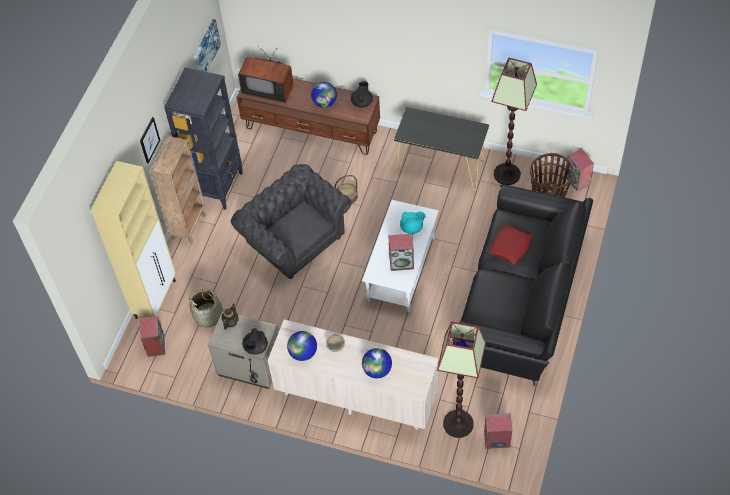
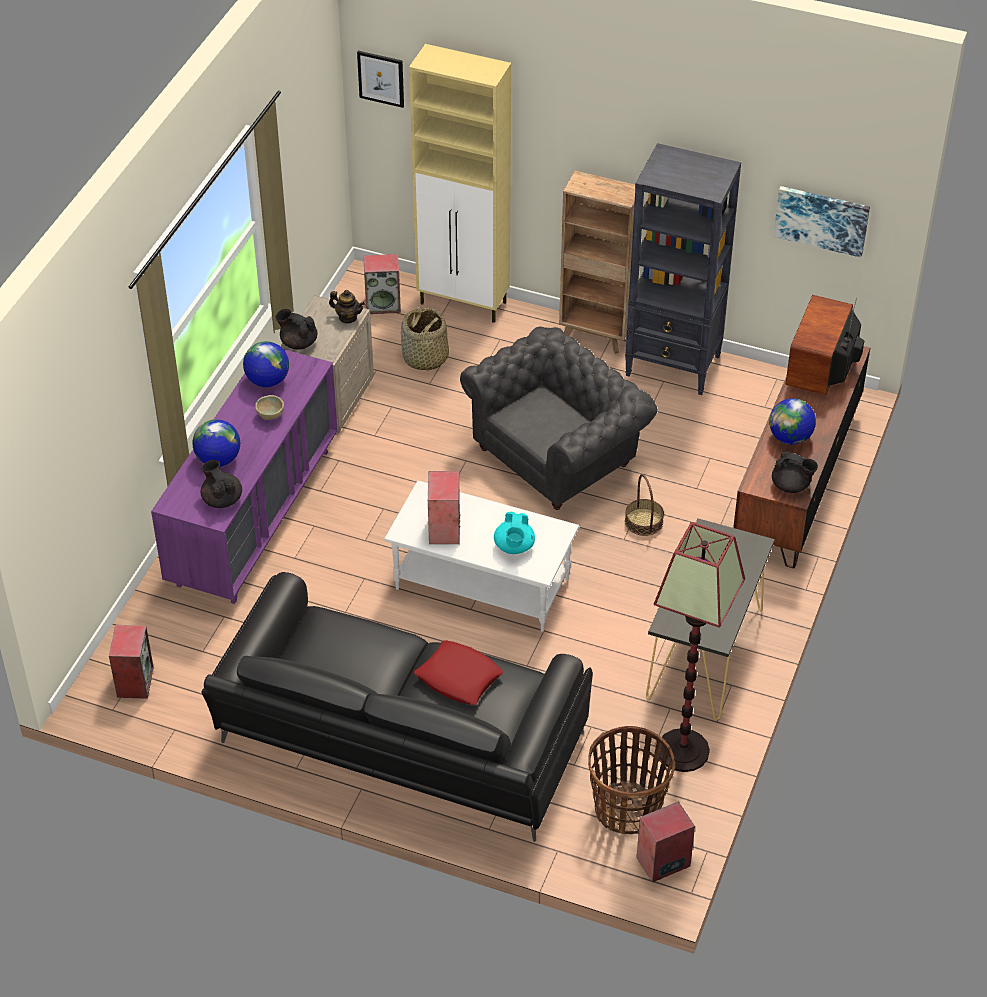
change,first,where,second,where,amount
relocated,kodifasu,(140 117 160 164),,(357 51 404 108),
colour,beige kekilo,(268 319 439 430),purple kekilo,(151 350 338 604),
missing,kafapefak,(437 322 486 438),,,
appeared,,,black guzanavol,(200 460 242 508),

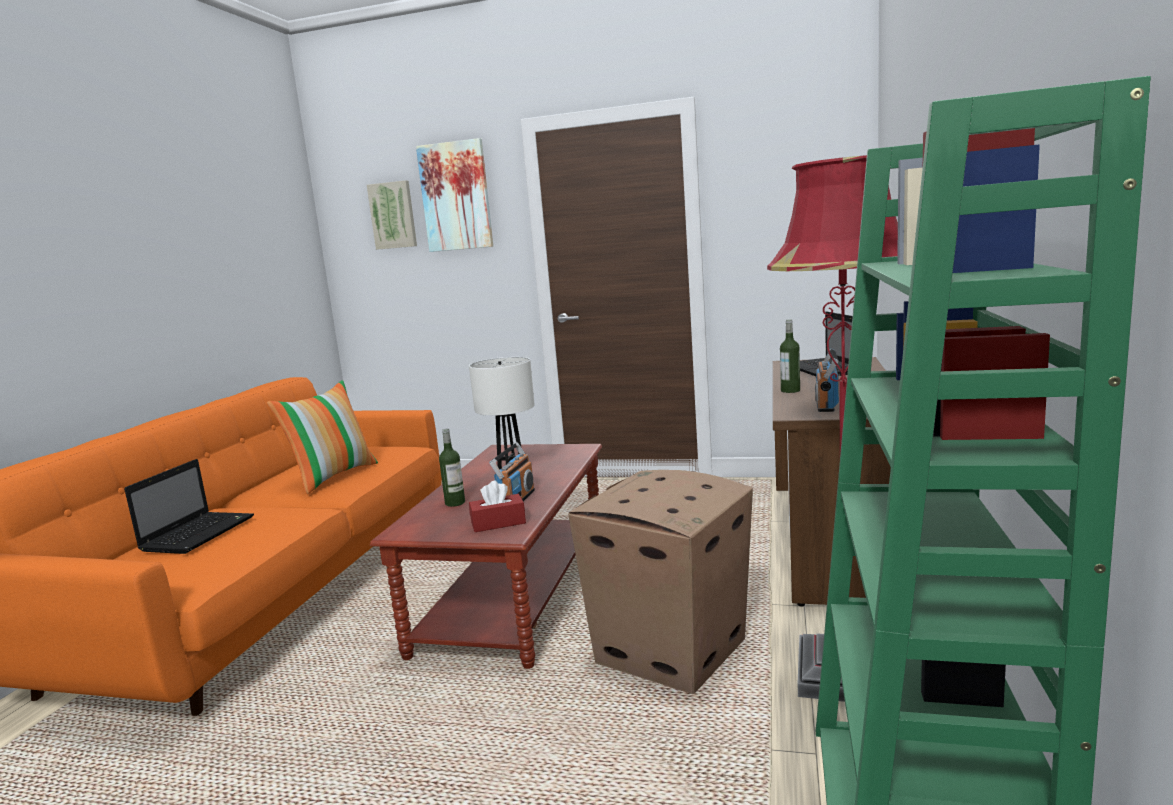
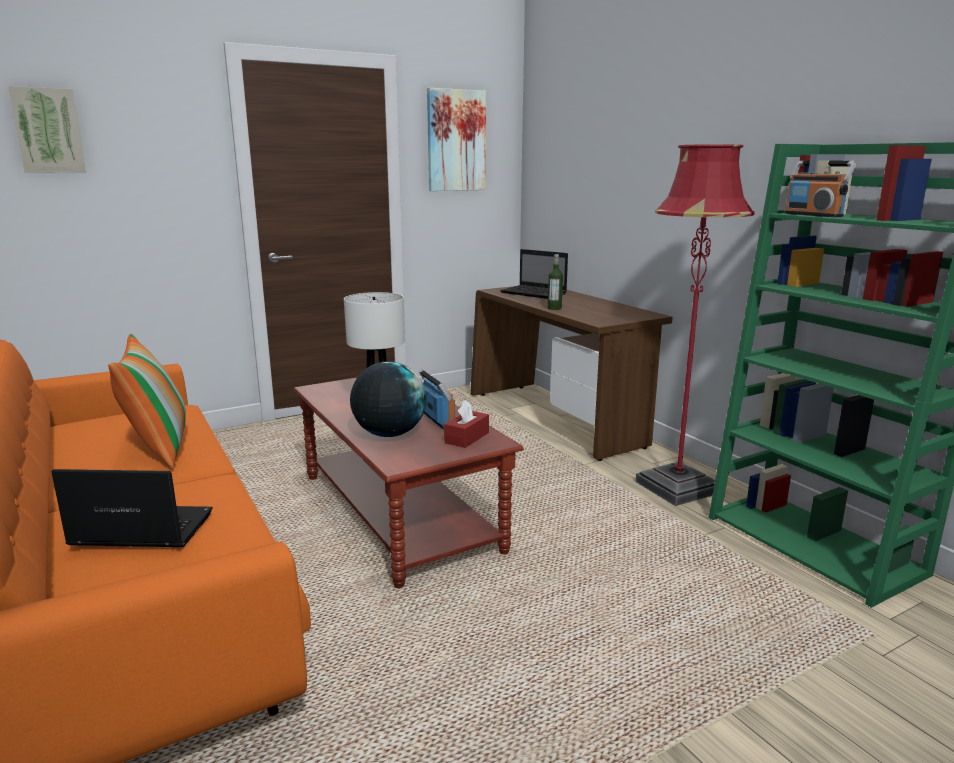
change,first,where,second,where,amount
spun,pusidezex,(124 459 254 554),,(51 469 213 547),60 degrees counterclockwise
relocated,kodifasu,(416 138 493 252),,(427 88 486 191),
exchanged,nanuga,(439 428 465 507),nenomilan,(350 361 426 437),
missing,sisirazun,(568 470 753 694),,,
relocated,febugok,(815 349 839 412),,(784 161 856 217),

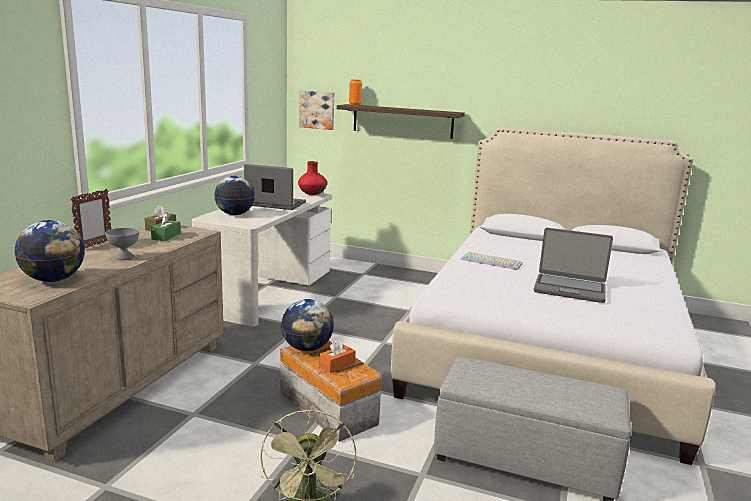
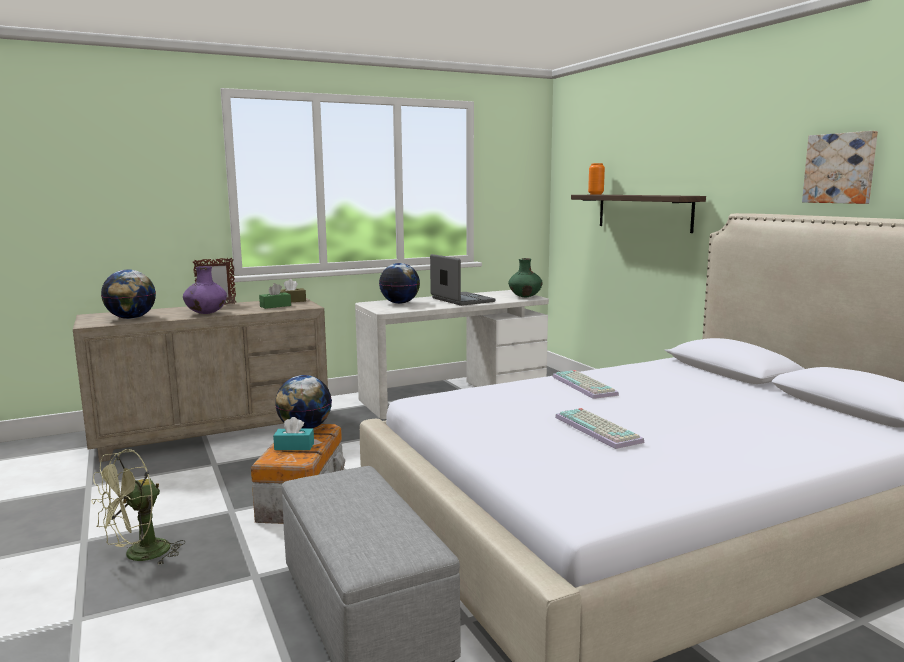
change,first,where,second,where,amount
exchanged,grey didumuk,(105 228 139 260),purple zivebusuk,(183 266 227 314),
colour,red zivebusuk,(298 161 327 195),green zivebusuk,(508 258 543 297),
relocated,kodifasu,(299 90 334 130),,(802 131 878 204),
colour,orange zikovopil,(319 339 355 373),turquoise zikovopil,(273 417 314 450),
exchanged,pusidezex,(534 228 613 303),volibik,(555 408 644 449),

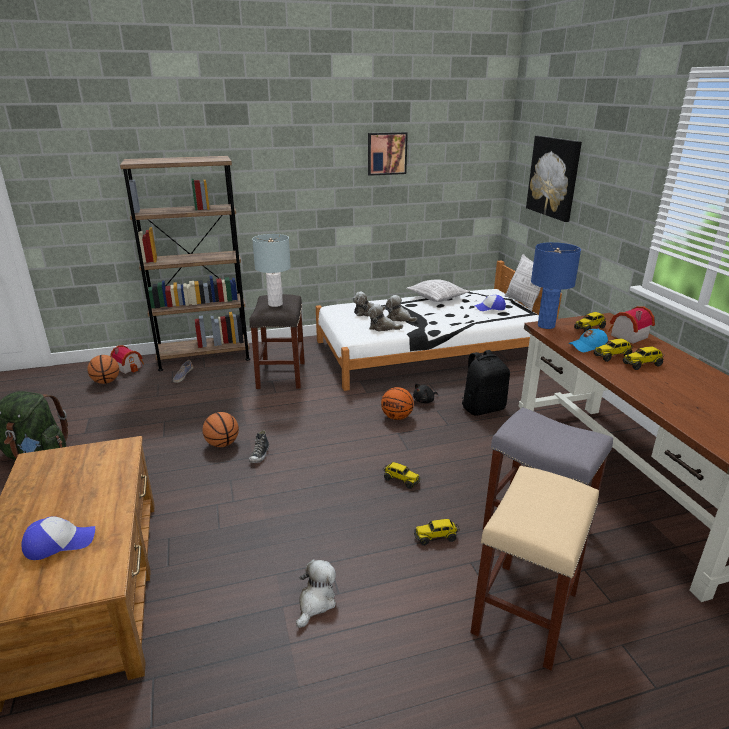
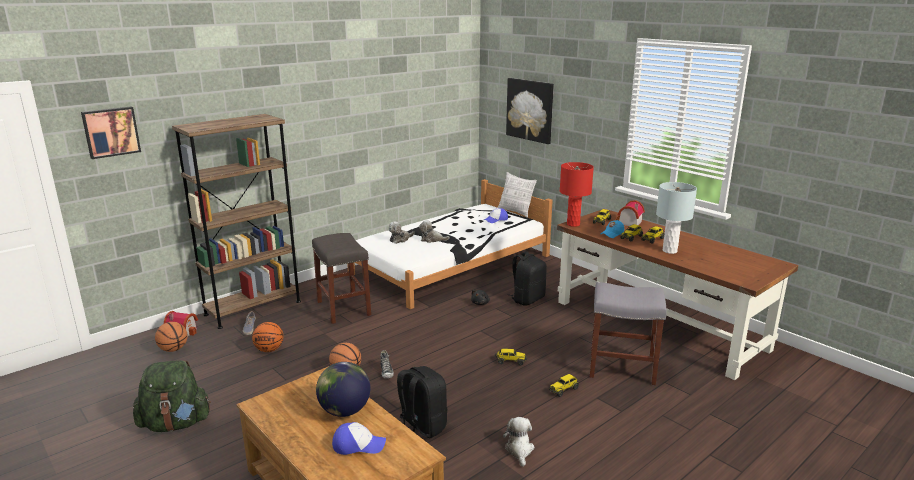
change,first,where,second,where,amount
spun,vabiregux,(21 516 95 560),,(332 422 386 455),45 degrees clockwise
relocated,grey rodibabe,(252 234 291 307),,(656 182 697 254),
relocated,kodifasu,(368 132 408 176),,(81 106 141 159),
missing,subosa,(368 304 403 331),,,
relocated,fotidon,(381 387 414 420),,(252 322 283 352),
missing,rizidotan,(406 279 470 302),,,
missing,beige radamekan,(470 466 599 671),,,
colour,blue rodibabe,(531 242 581 329),red rodibabe,(560 162 594 227),
appeared,,,nenomilan,(316 362 370 417),
appeared,,,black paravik,(397 366 447 438),

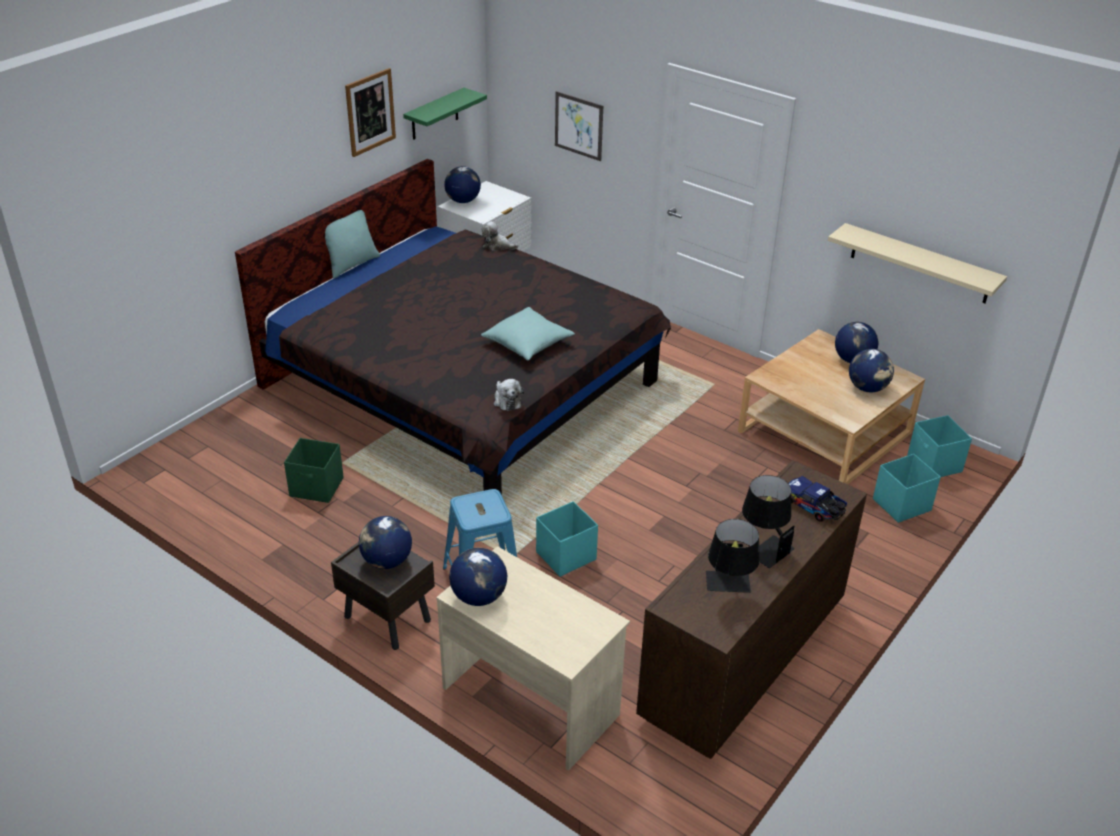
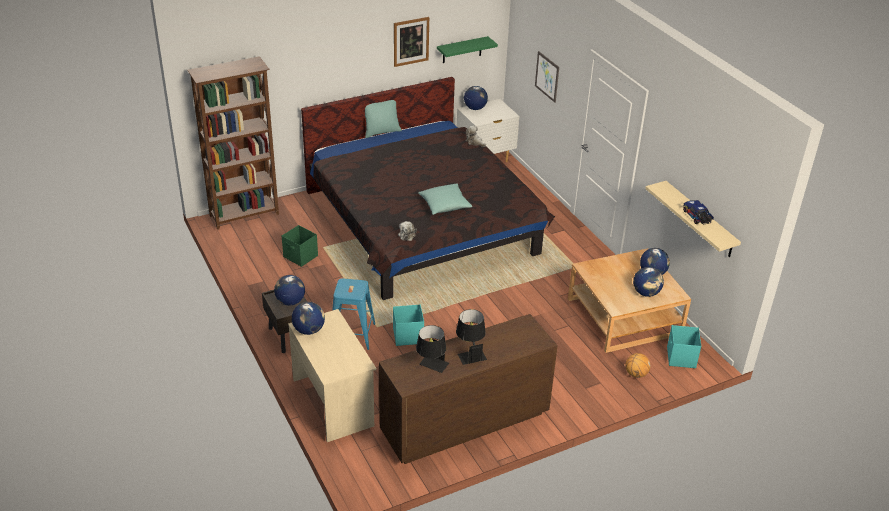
change,first,where,second,where,amount
relocated,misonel,(788 476 847 521),,(683 200 714 225),
exchanged,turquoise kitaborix,(873 454 941 523),fotidon,(626 353 650 378),
appeared,,,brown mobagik,(187 56 279 230),

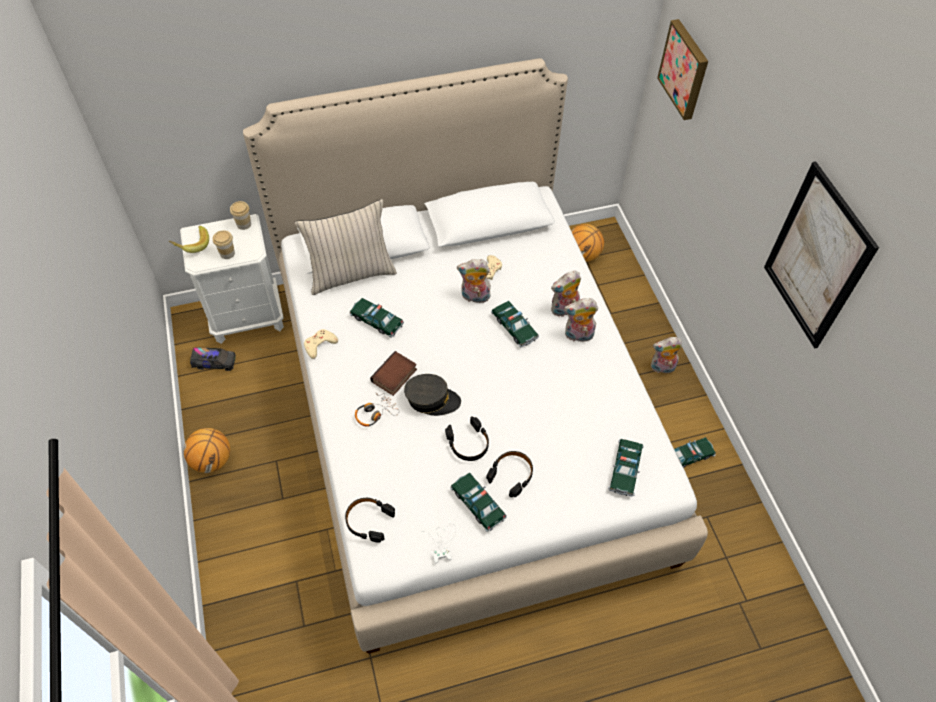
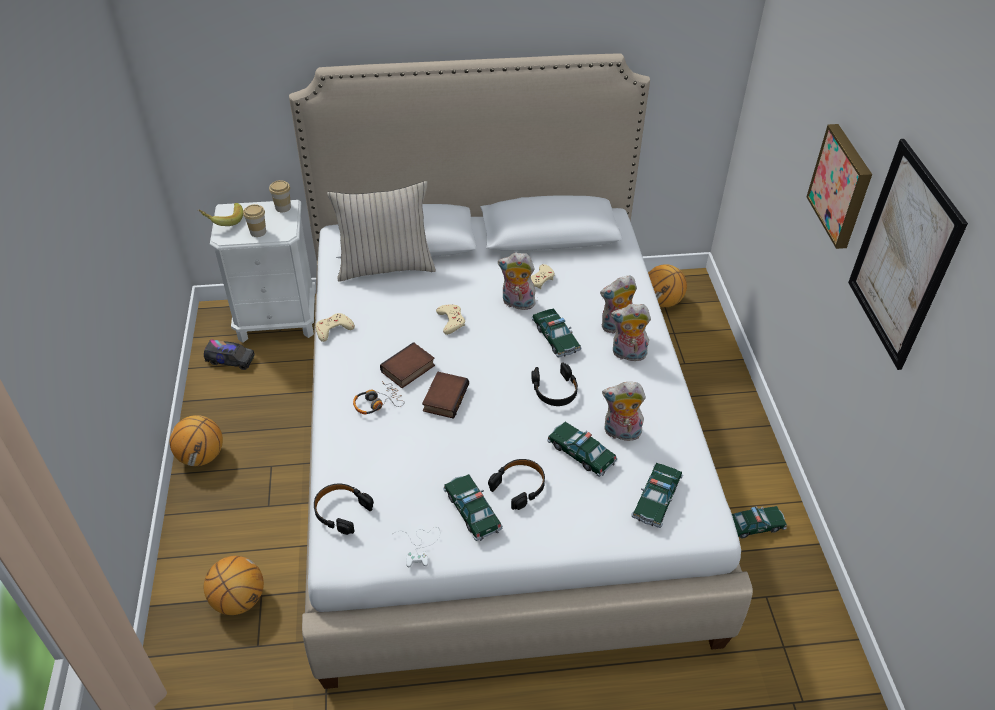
change,first,where,second,where,amount
relocated,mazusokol,(349 298 404 338),,(547 422 617 477),
exchanged,grey vabiregux,(404 374 461 416),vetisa,(422 372 469 419),
relocated,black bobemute,(445 416 489 461),,(531 362 578 406),
relocated,subosa,(651 337 682 373),,(602 382 646 444),
relocated,kodifasu,(657 19 708 120),,(806 124 872 249),
appeared,,,fotidon,(204 556 264 615),
appeared,,,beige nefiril,(436 305 465 335),

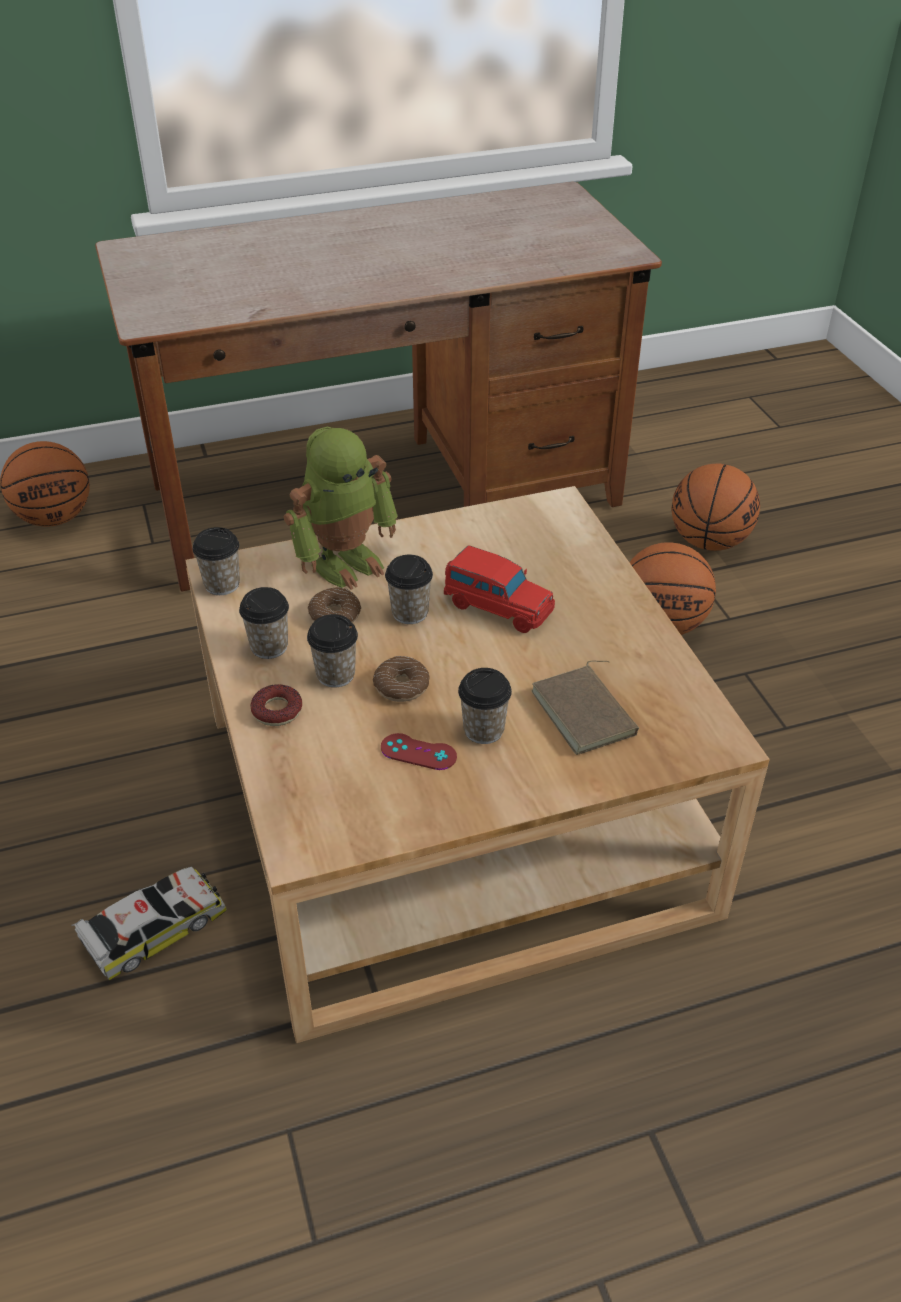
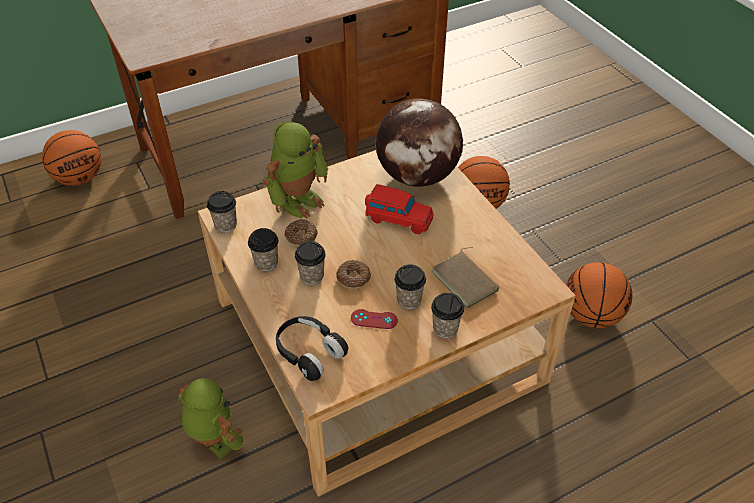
change,first,where,second,where,amount
exchanged,mazusokol,(71 867 227 980),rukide,(178 378 244 459),
missing,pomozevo,(250 684 302 726),,,
relocated,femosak,(385 555 433 624),,(431 293 464 338),
relocated,fotidon,(672 464 760 551),,(566 262 632 328),
appeared,,,black bobemute,(276 316 348 381),
appeared,,,nenomilan,(376 99 463 187),

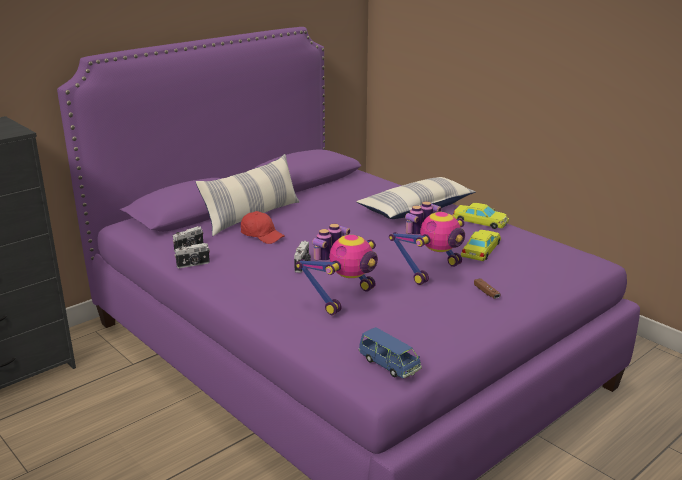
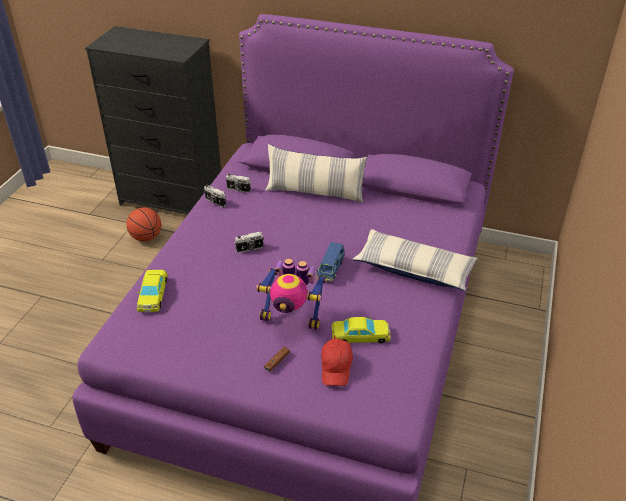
change,first,where,second,where,amount
relocated,red vabiregux,(241 211 285 244),,(321 338 353 386),
missing,rukide,(296 224 378 315),,,
relocated,blue mazusokol,(358 327 422 378),,(316 242 345 281),
relocated,yellow mazusokol,(452 203 509 229),,(137 270 168 312),
appeared,,,fotidon,(126 207 161 242),

